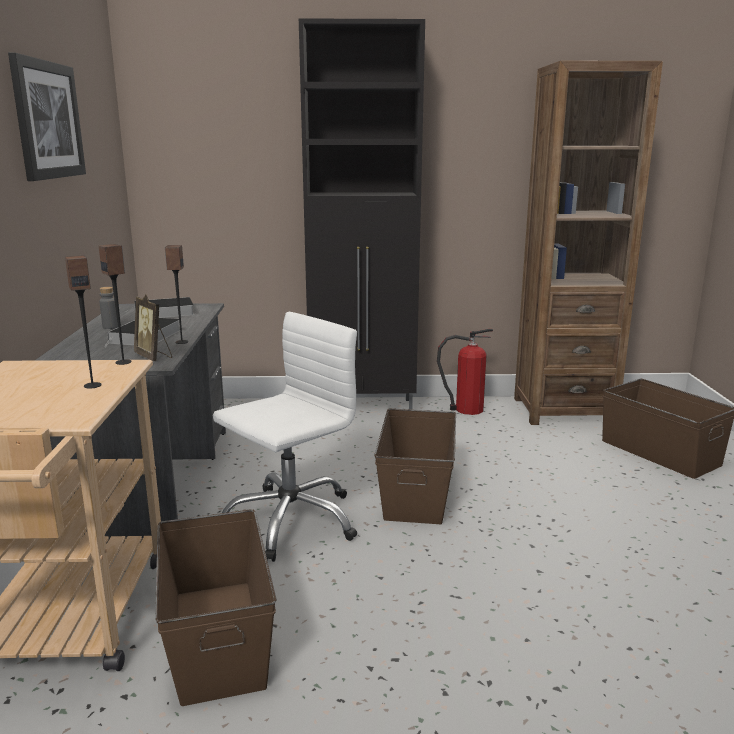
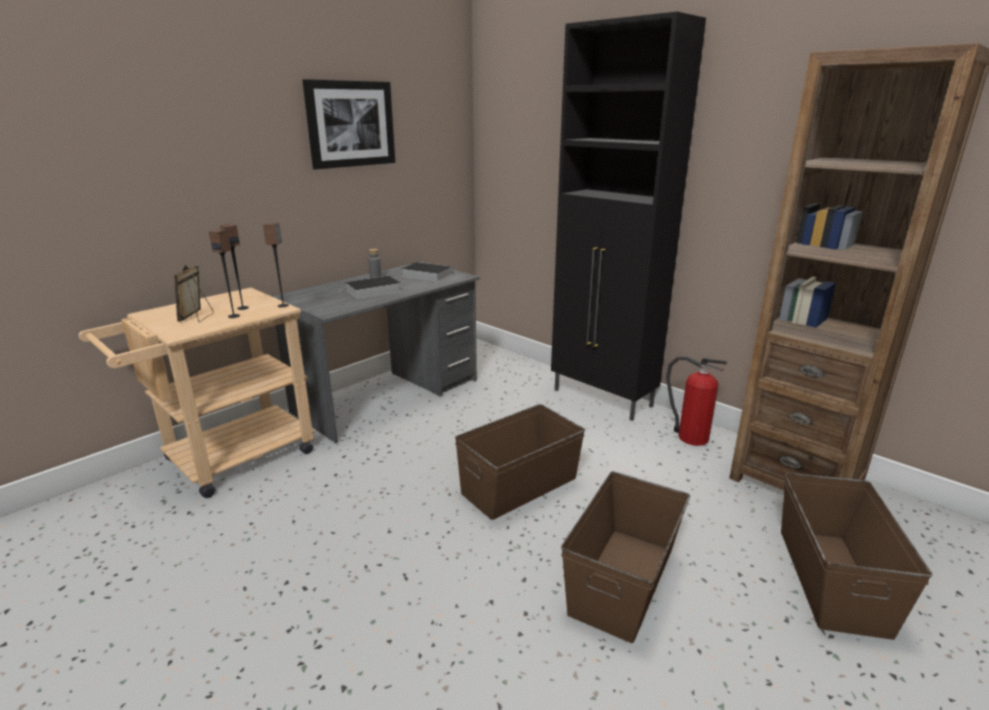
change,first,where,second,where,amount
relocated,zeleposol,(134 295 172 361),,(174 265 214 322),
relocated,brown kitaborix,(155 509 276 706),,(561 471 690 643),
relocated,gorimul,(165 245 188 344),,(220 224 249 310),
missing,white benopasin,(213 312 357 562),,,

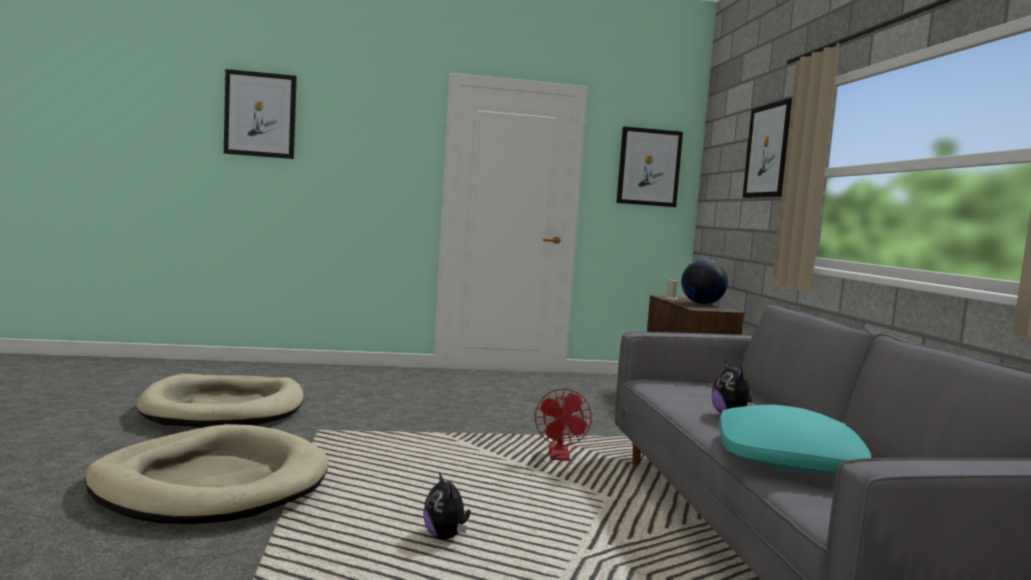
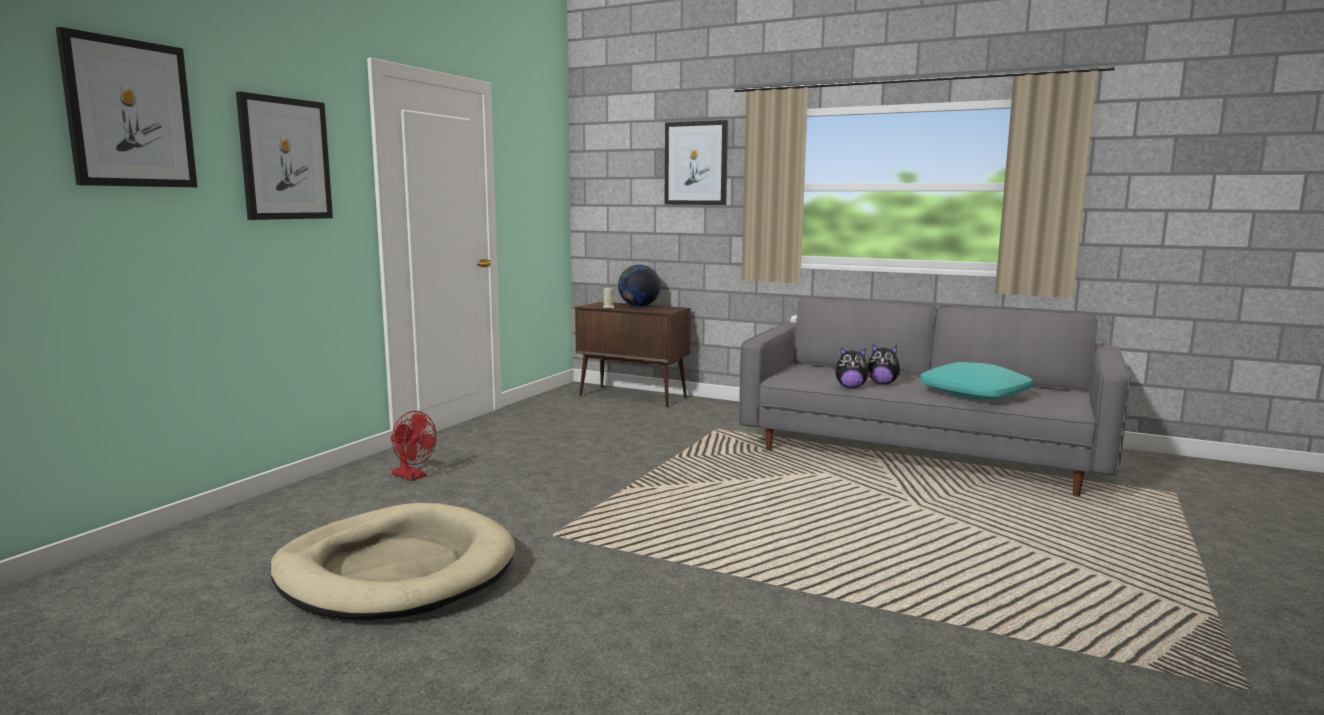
change,first,where,second,where,amount
missing,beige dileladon,(84 424 329 524),,,
relocated,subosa,(423 472 471 540),,(835 347 871 388),
relocated,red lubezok,(535 389 592 461),,(391 411 437 481),
relocated,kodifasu,(616 127 683 207),,(236 92 333 220),

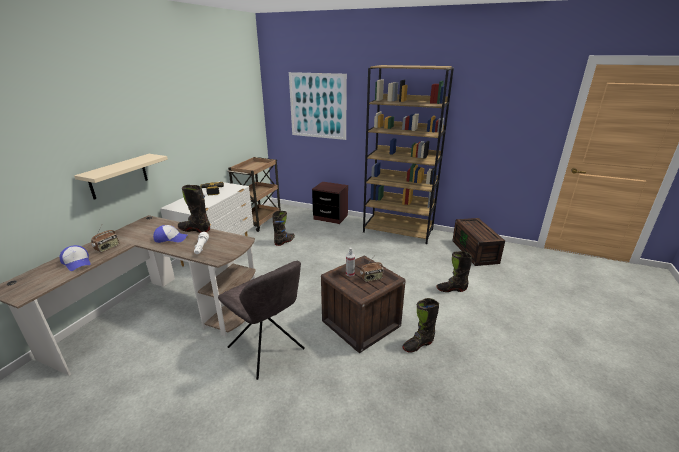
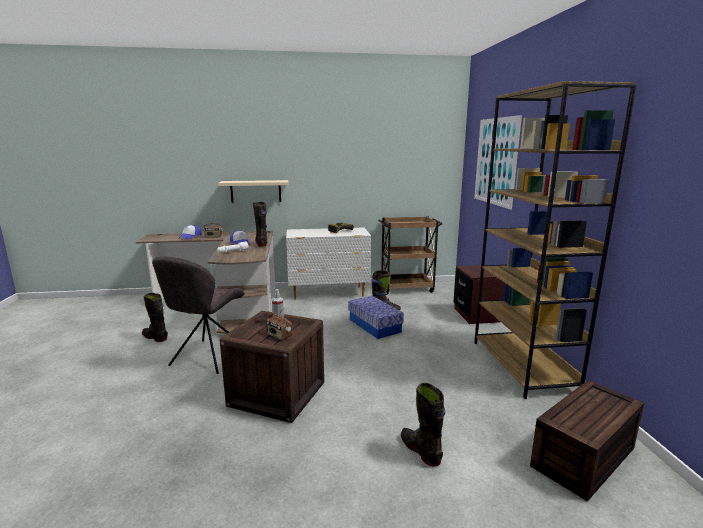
change,first,where,second,where,amount
relocated,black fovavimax,(402 298 439 353),,(142 293 168 342),
appeared,,,kitaborix,(349 296 404 339),

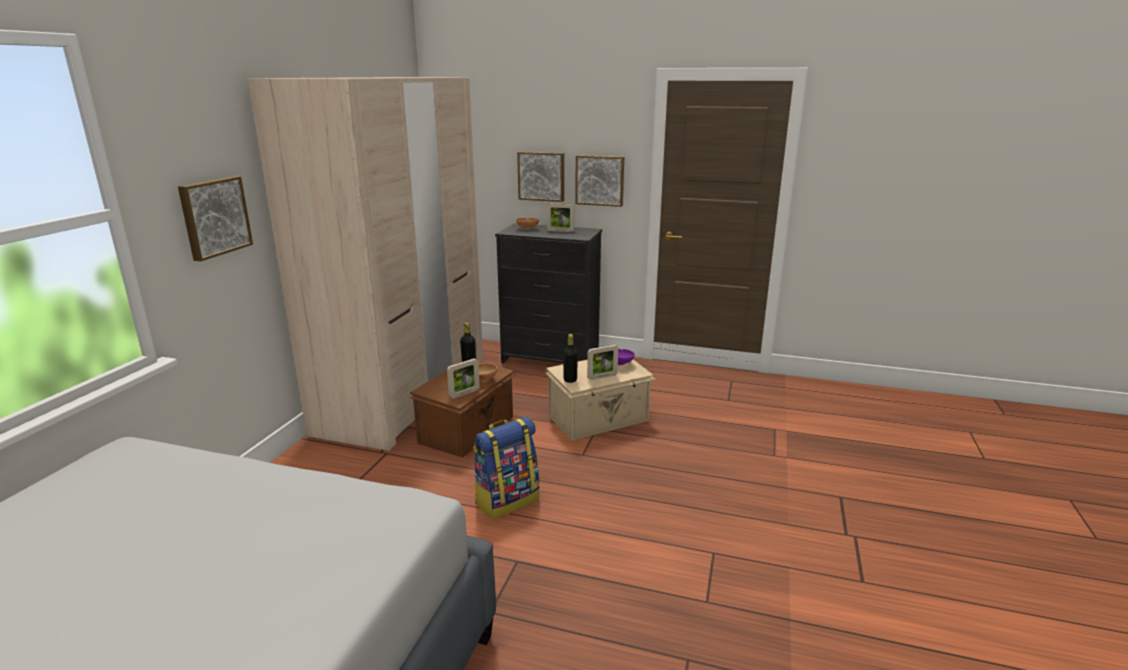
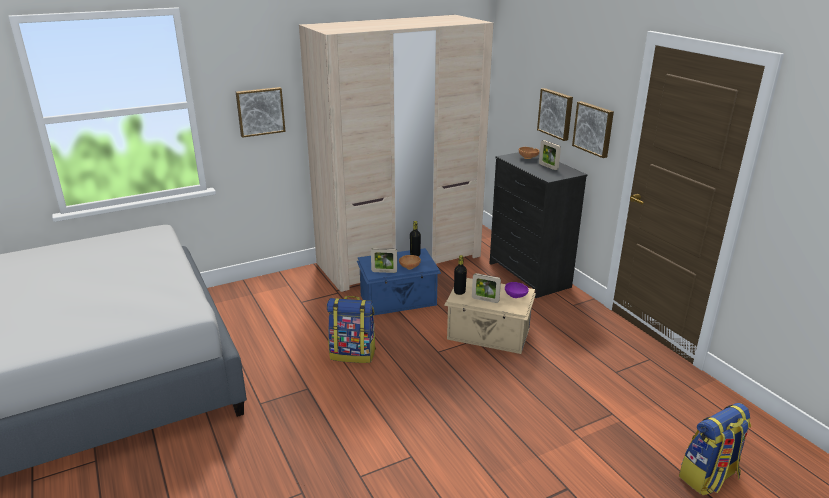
change,first,where,second,where,amount
colour,brown kitaborix,(410 361 517 458),blue kitaborix,(357 248 441 316),
appeared,,,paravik,(679 403 751 495),

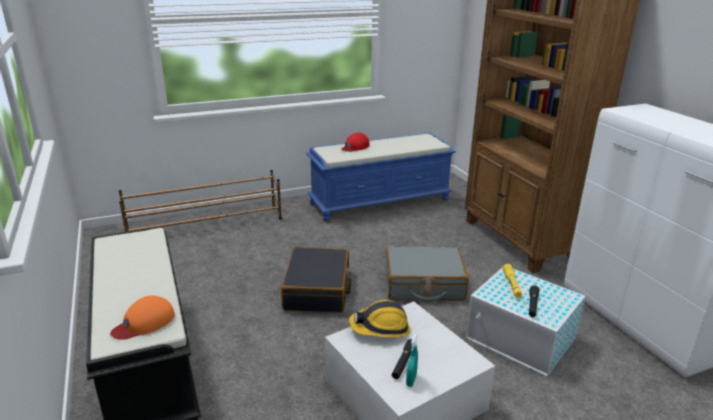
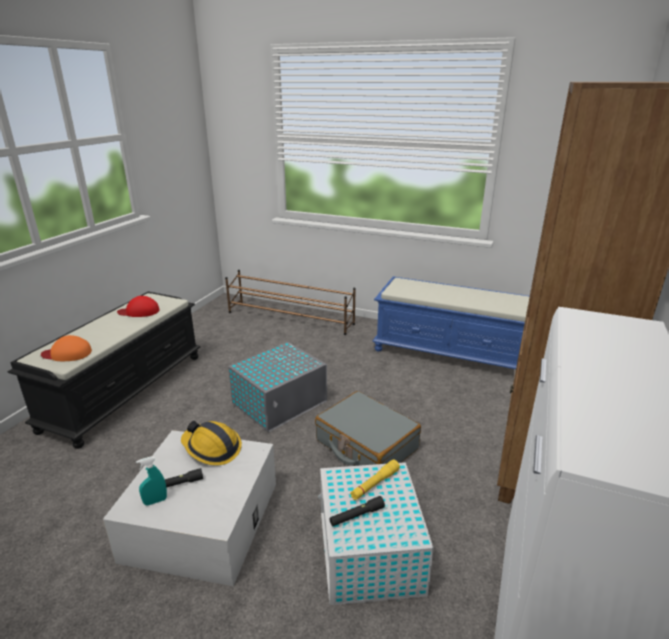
change,first,where,second,where,amount
exchanged,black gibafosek,(281 247 352 313),grey kitaborix,(228 342 327 432),
relocated,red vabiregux,(341 133 369 152),,(117 296 160 317),

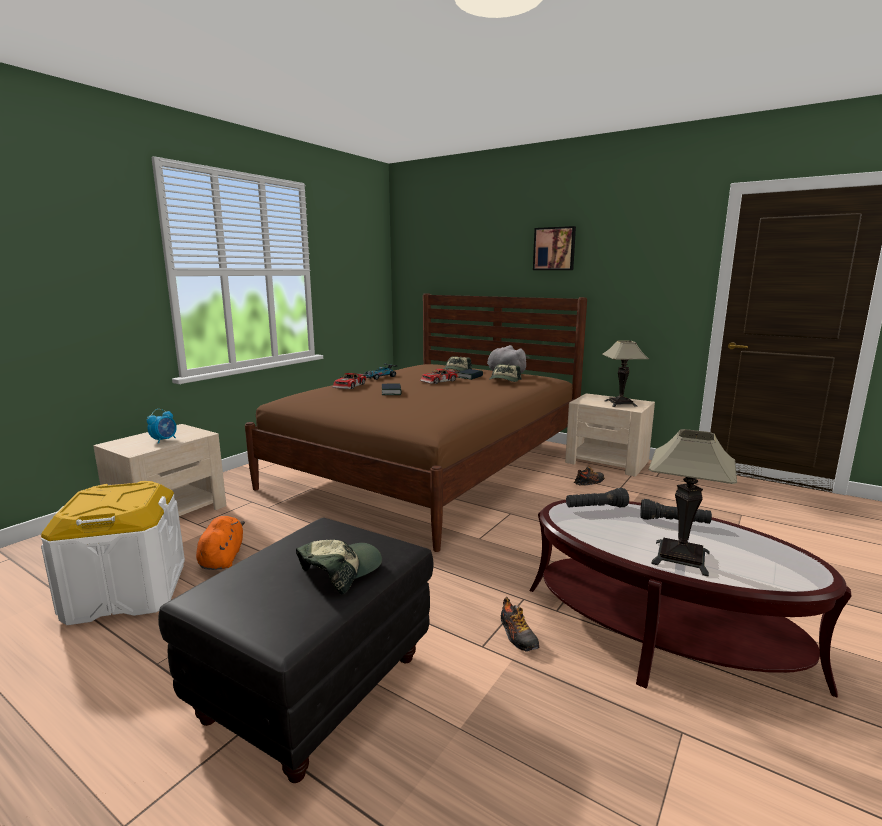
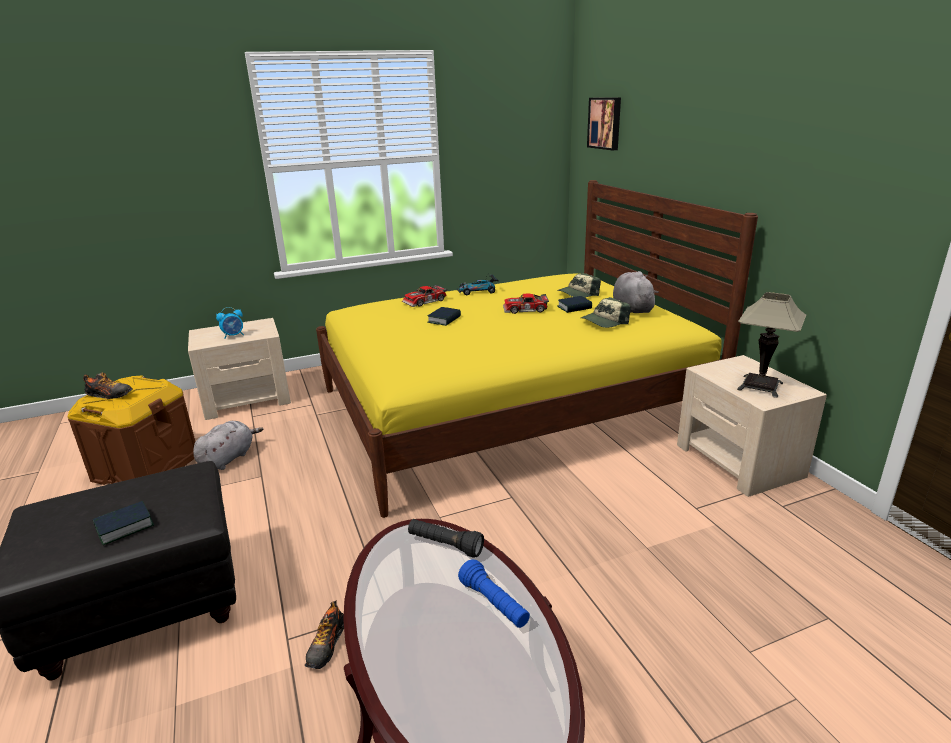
change,first,where,second,where,amount
colour,white kitaborix,(41 481 185 625),brown kitaborix,(68 376 195 485),
colour,orange subosa,(196 516 245 570),grey subosa,(193 421 263 470),
colour,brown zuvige,(245 293 587 552),yellow zuvige,(316 180 758 518),
exchanged,vabiregux,(296 539 382 595),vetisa,(93 501 154 545),
relocated,kodifasu,(533 226 576 270),,(587 97 621 151),
relocated,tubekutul,(574 466 605 486),,(83 373 133 399),
colour,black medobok,(640 499 712 524),blue medobok,(458 559 530 628),
missing,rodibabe,(649 429 737 577),,,

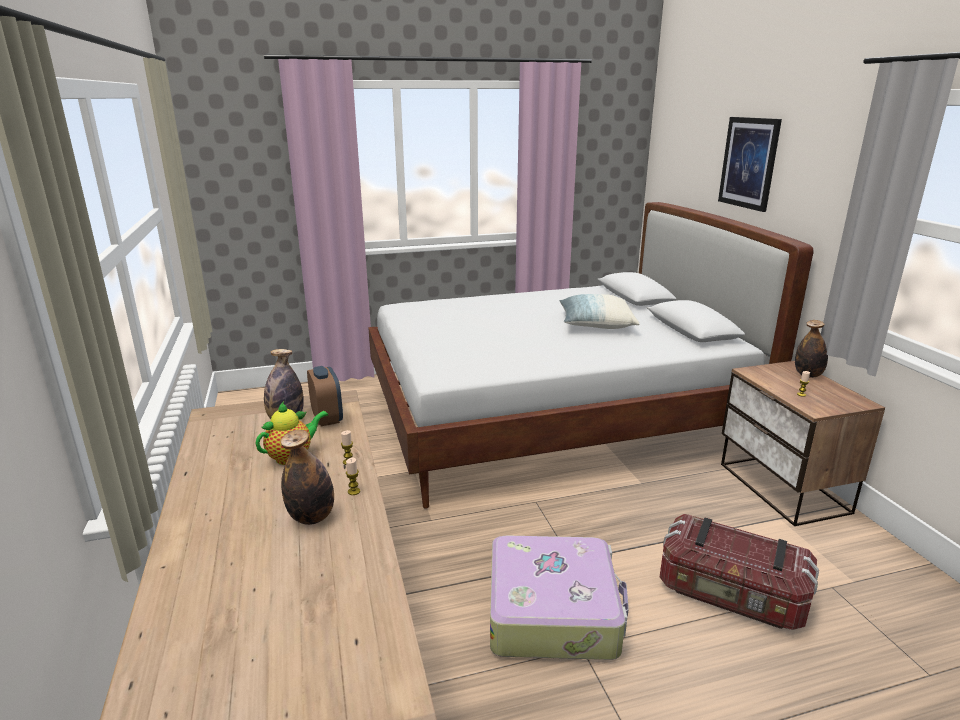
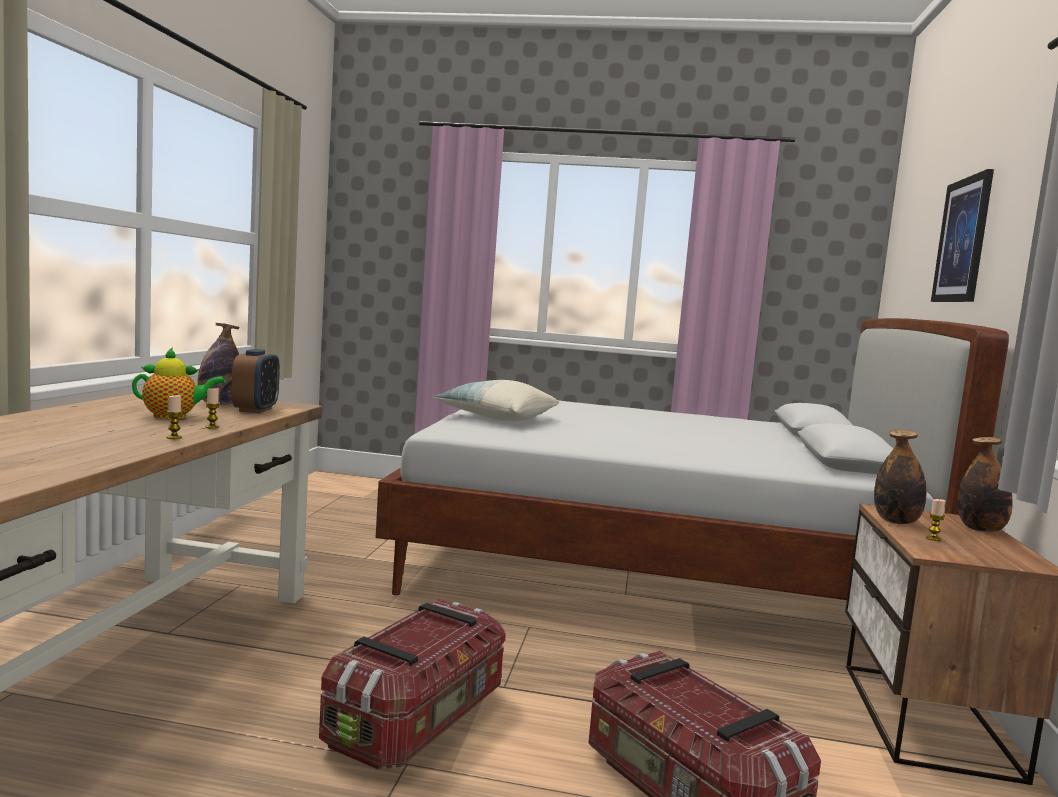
change,first,where,second,where,amount
relocated,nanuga,(281 430 334 525),,(874 429 926 524),
exchanged,gibafosek,(490 535 629 660),kitaborix,(319 599 506 770),
relocated,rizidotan,(559 294 639 329),,(433 380 559 422),

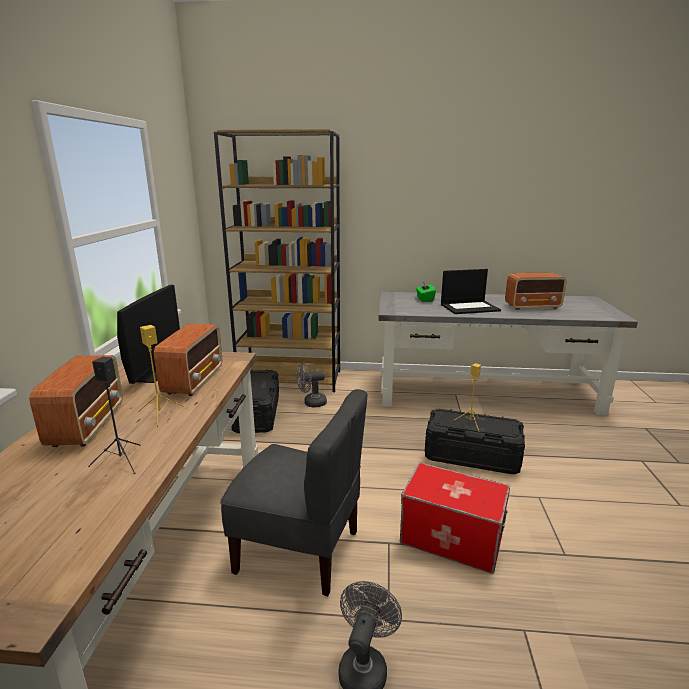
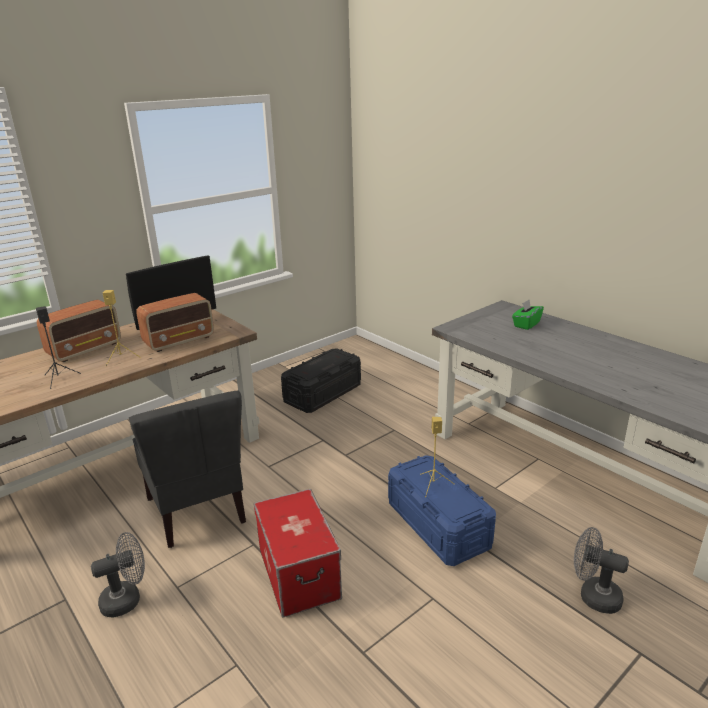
change,first,where,second,where,amount
missing,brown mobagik,(214 129 340 392),,,
relocated,grey lubezok,(296 363 327 408),,(574 527 629 614),
colour,black kitaborix,(425 409 525 474),blue kitaborix,(388 455 496 566),
missing,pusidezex,(441 269 501 314),,,
missing,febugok,(505 273 567 310),,,

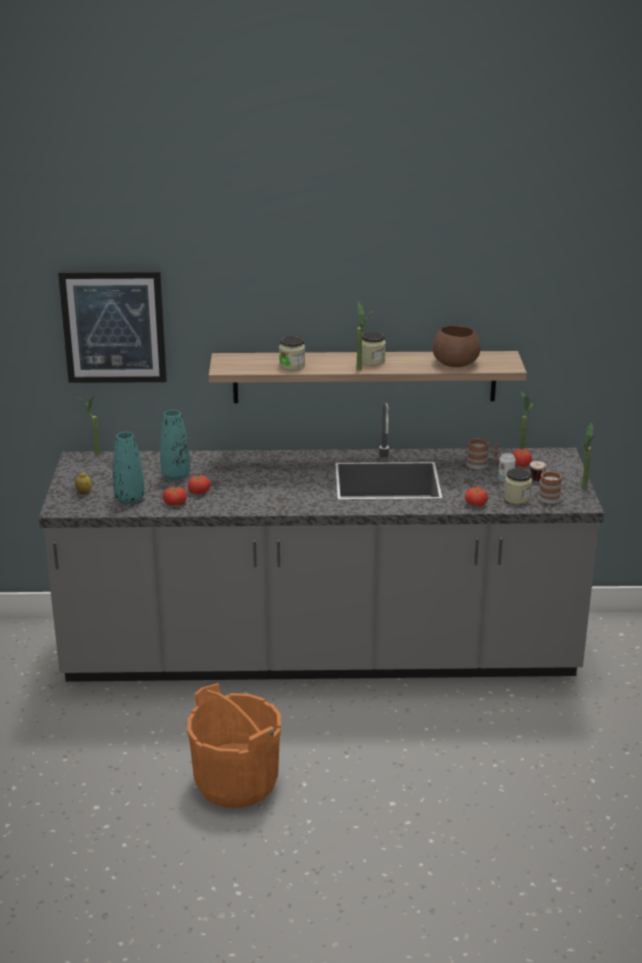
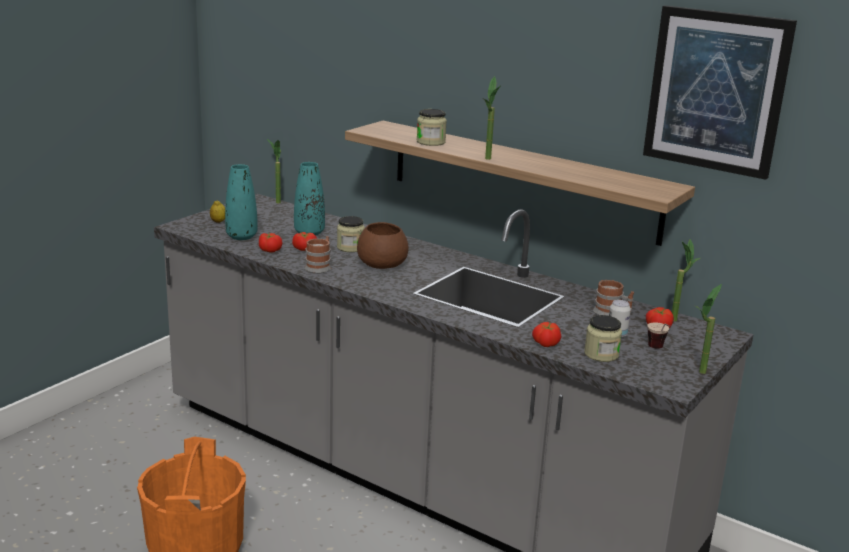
change,first,where,second,where,amount
relocated,kodifasu,(58 270 167 383),,(643 5 797 180),
relocated,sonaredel,(362 332 386 366),,(337 216 365 252),
relocated,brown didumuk,(433 325 481 367),,(357 222 409 269),
relocated,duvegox,(538 468 562 504),,(305 236 331 273),

